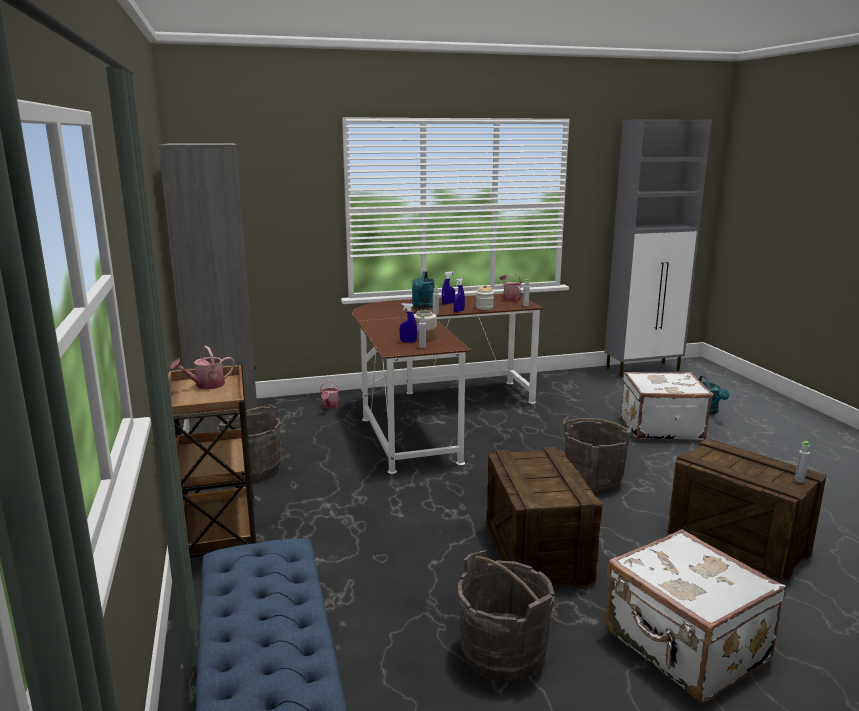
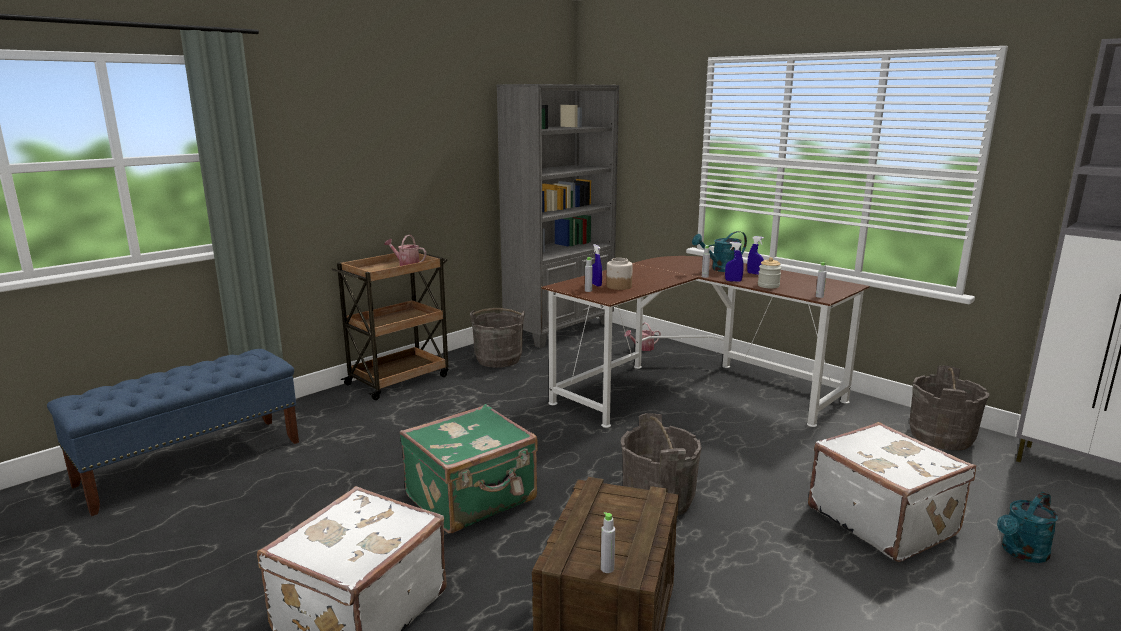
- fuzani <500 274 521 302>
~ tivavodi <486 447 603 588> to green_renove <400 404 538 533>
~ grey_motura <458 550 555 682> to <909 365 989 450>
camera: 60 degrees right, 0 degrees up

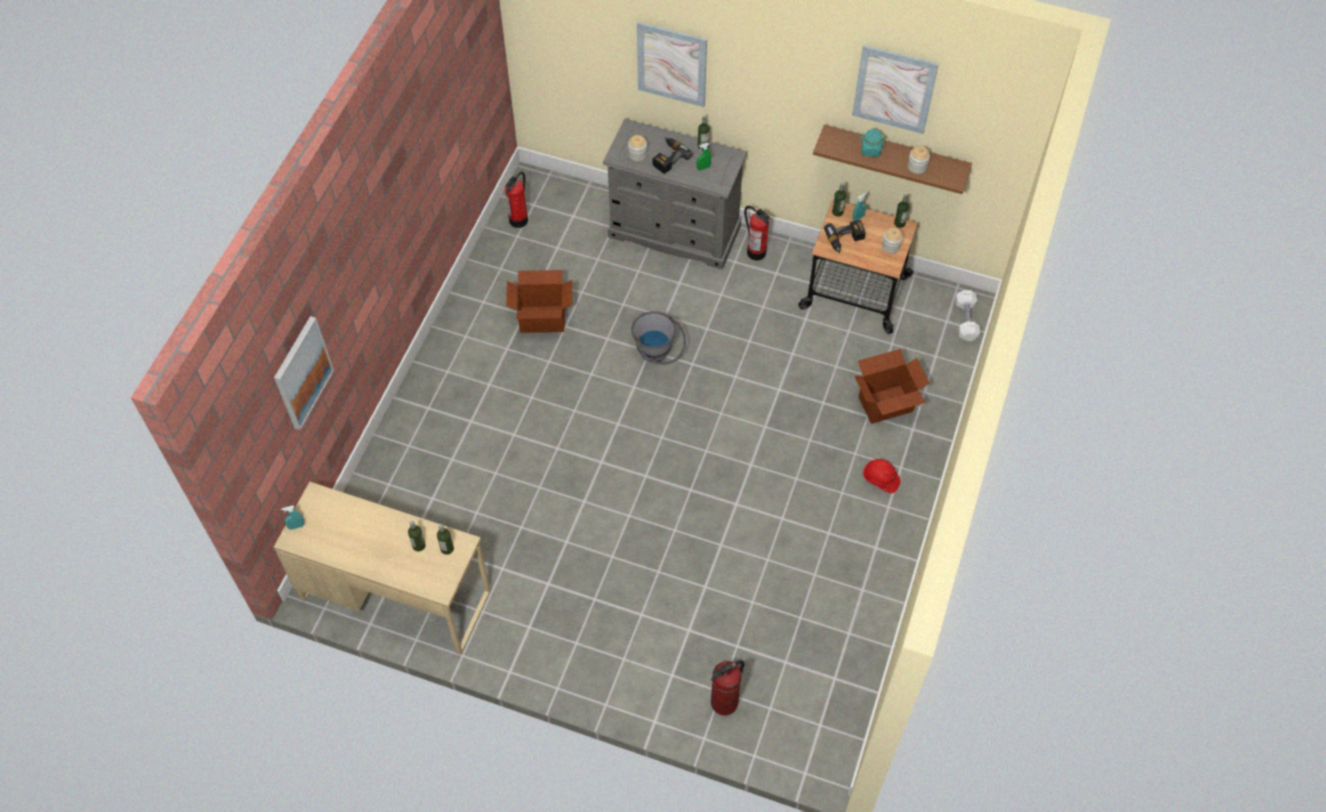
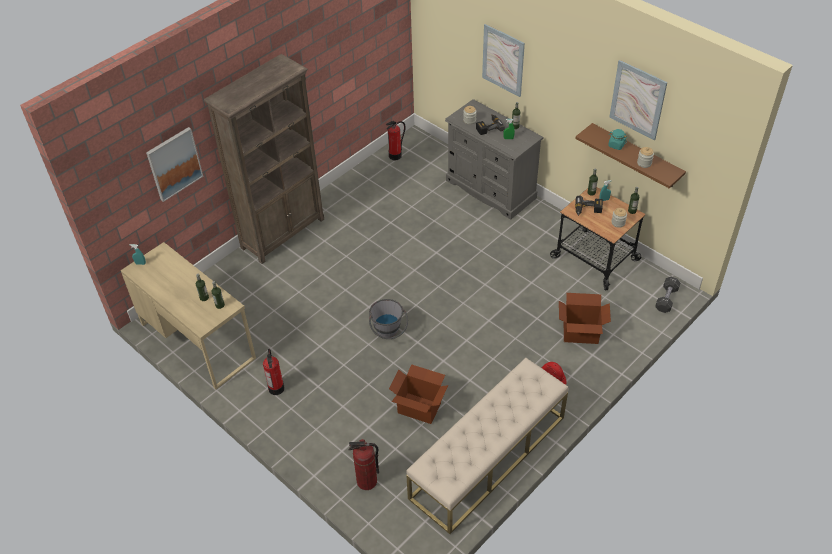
~ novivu <744 206 770 261> to <263 349 285 395>
~ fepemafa <506 270 572 333> to <389 364 448 424>
~ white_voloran <955 290 980 341> to black_voloran <655 277 680 313>
~ grey_motura <631 311 686 364> to <369 299 408 339>
+ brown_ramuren <204 54 324 264>
+ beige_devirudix <406 358 568 534>
camera: 25 degrees right, 10 degrees down

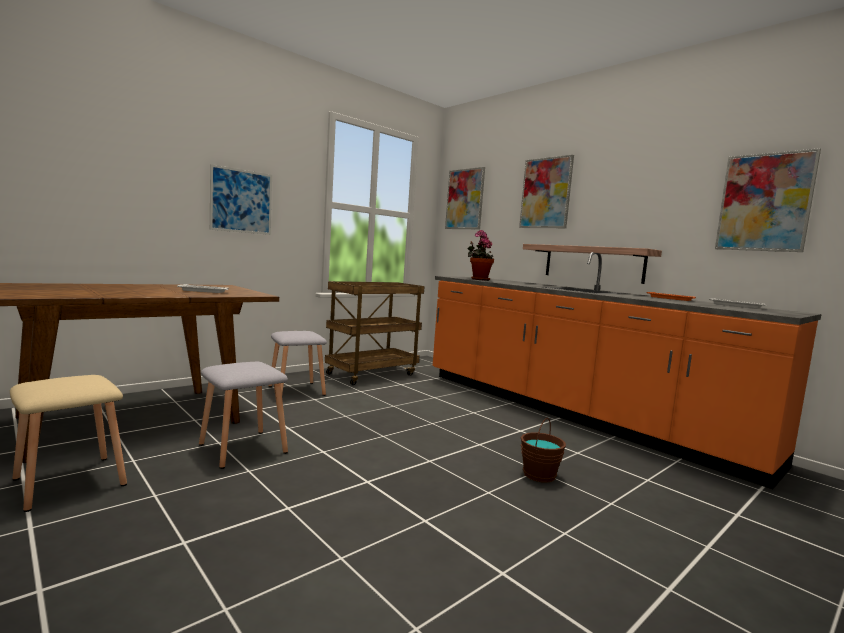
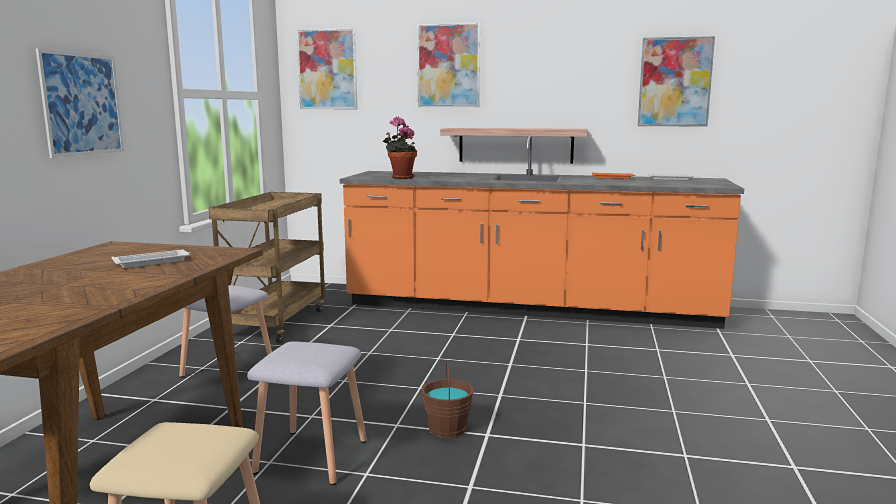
~ brown_motura <521 418 566 483> to <421 362 473 438>
camera: 35 degrees left, 5 degrees up

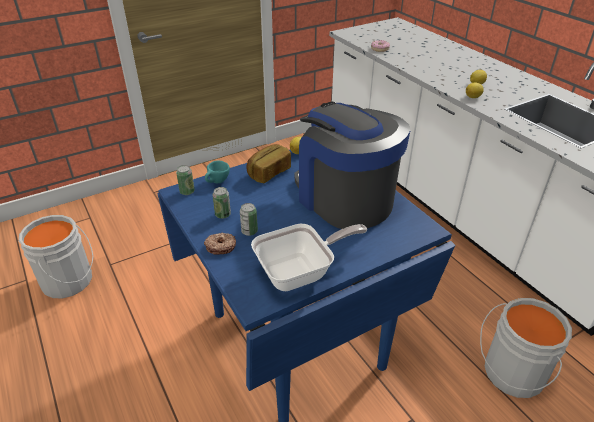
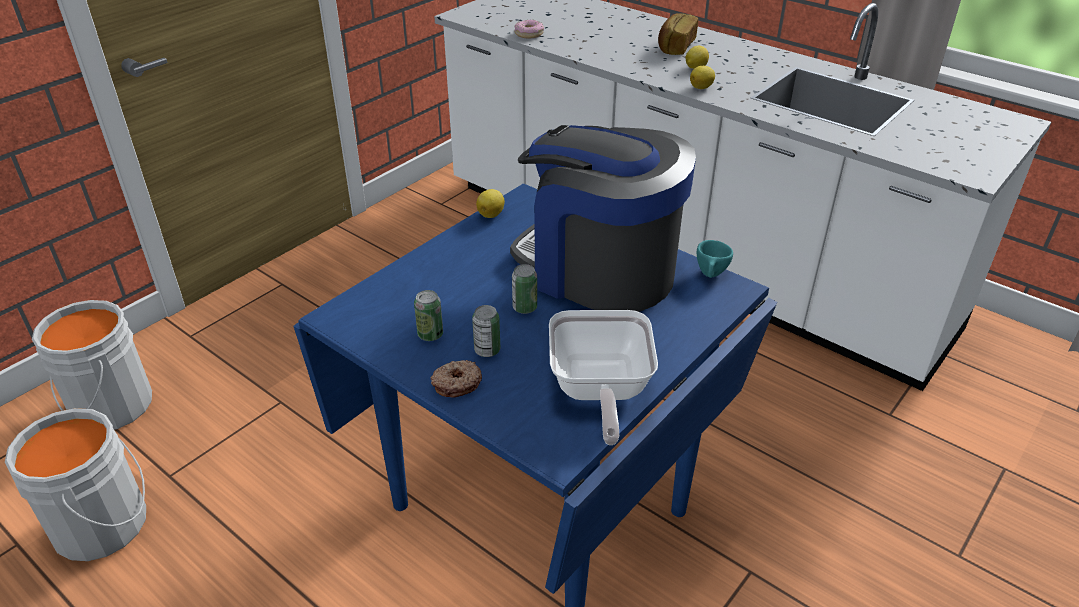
~ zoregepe <246 144 291 184> to <658 13 698 55>
~ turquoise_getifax <205 160 230 183> to <697 240 733 278>
~ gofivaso <176 165 195 195> to <512 264 537 314>
~ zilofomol <251 224 367 291> = <549 310 658 445> 135 degrees clockwise
~ grey_motura <480 298 572 398> to <32 300 152 430>
camera: 20 degrees left, 0 degrees up

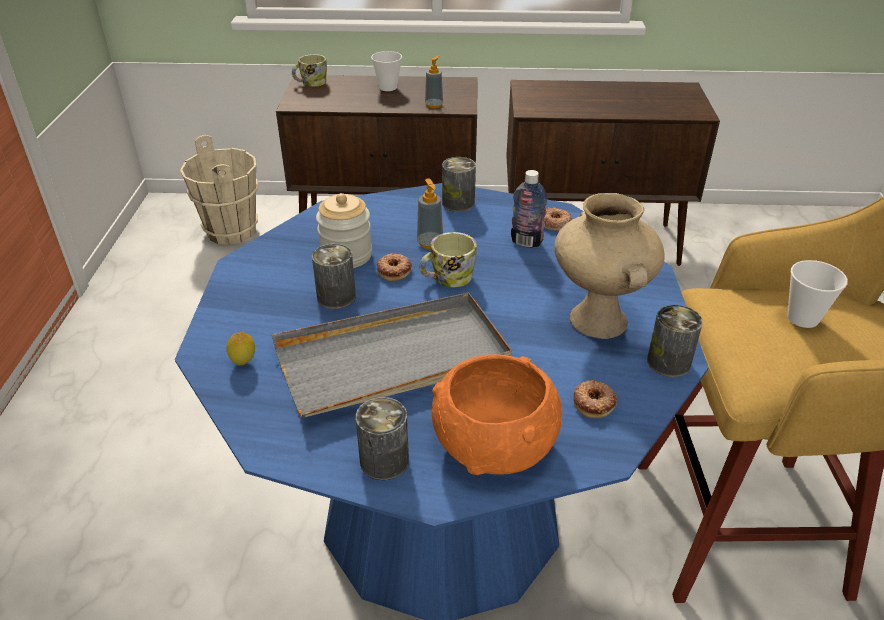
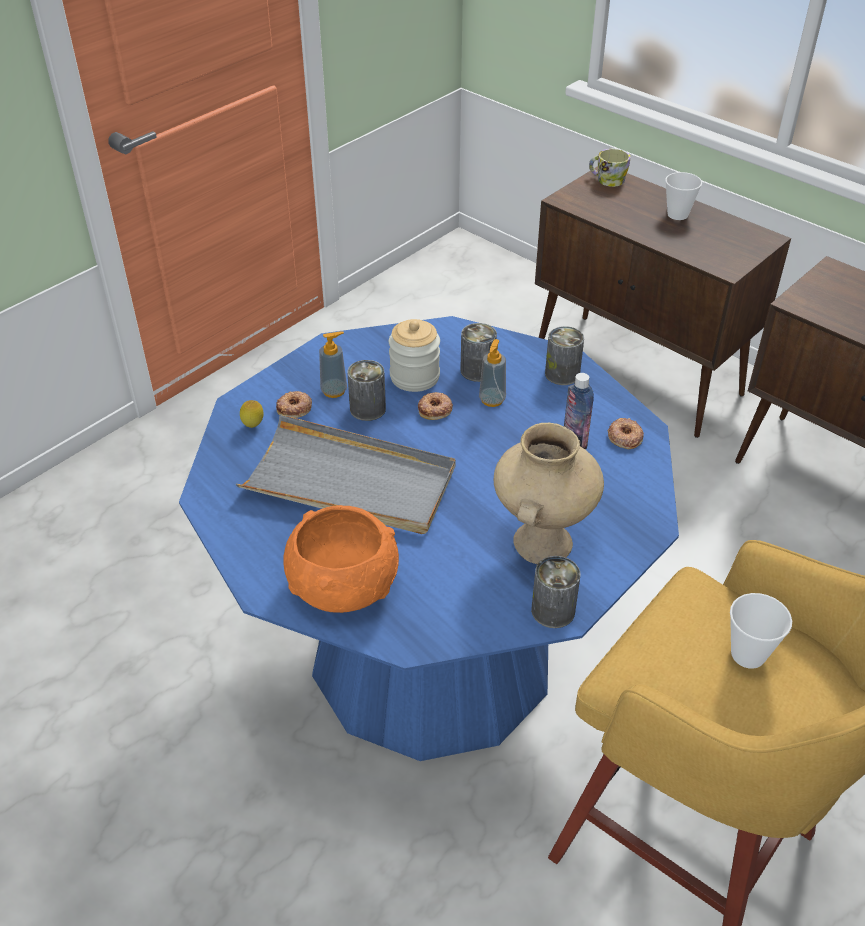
~ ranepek <425 56 443 108> to <319 331 347 398>
- beige_motura <180 135 259 245>
- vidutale <419 232 477 287>
~ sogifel <573 380 617 418> to <276 391 312 418>
~ gofivaso <356 397 409 480> to <460 323 497 382>
camera: 40 degrees right, 5 degrees up

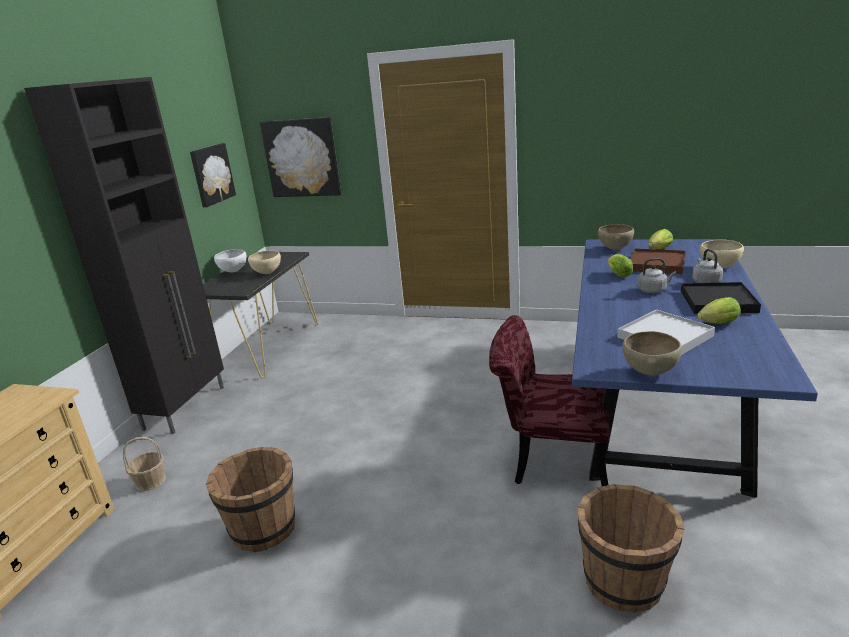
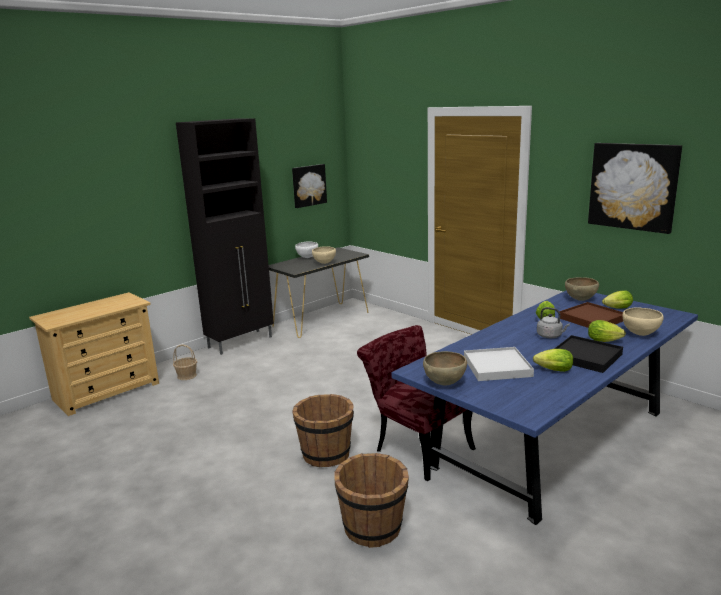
~ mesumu <260 117 341 197> to <588 143 682 234>
~ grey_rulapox <692 249 723 283> to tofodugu <588 320 626 342>
~ brown_motura <206 447 295 552> to <292 394 354 467>
camera: 30 degrees right, 5 degrees down

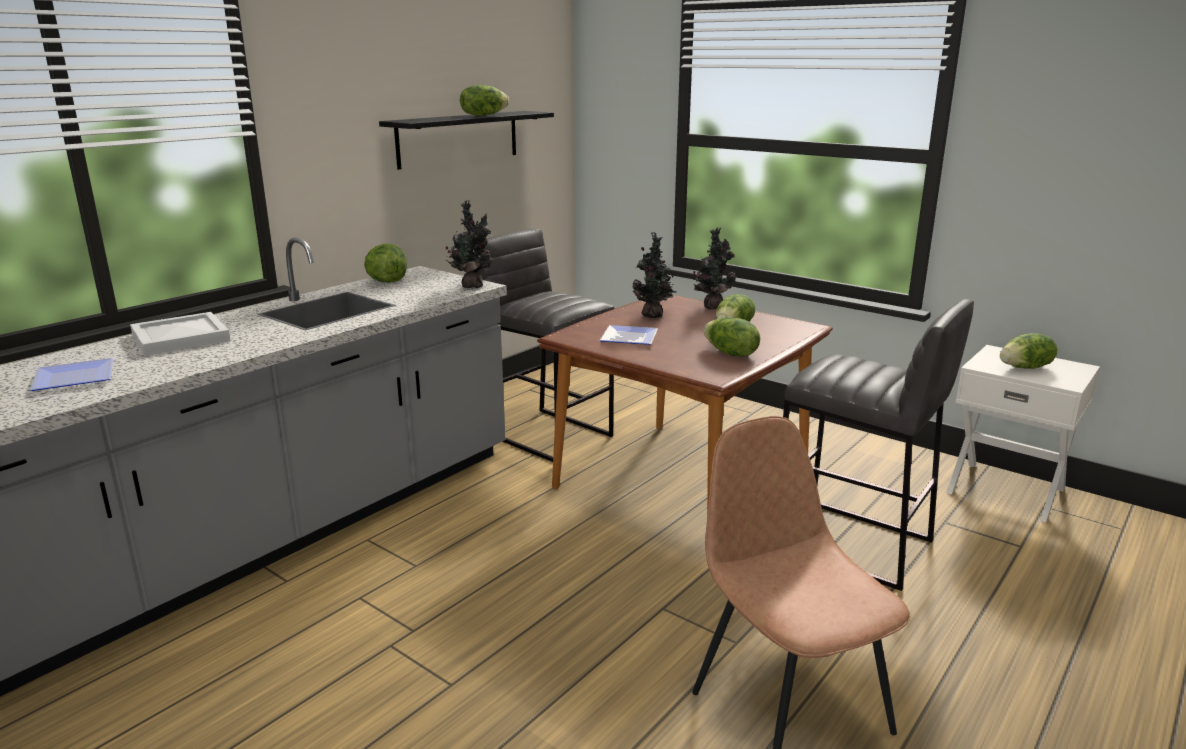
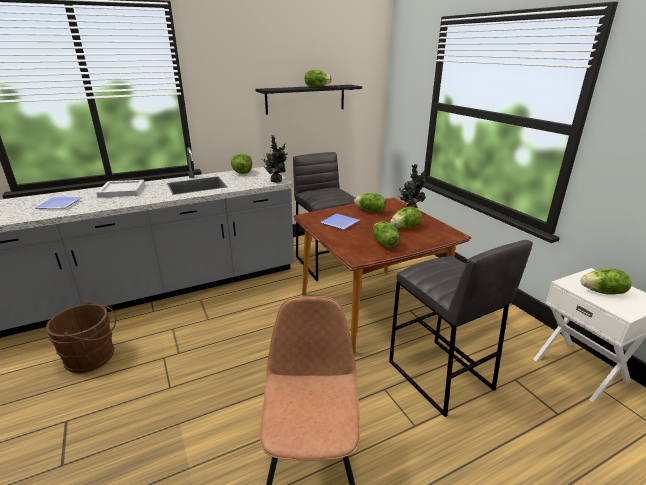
~ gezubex <632 232 677 318> to tofodugu <354 193 386 213>
+ brown_motura <46 301 116 373>
camera: 25 degrees right, 5 degrees up

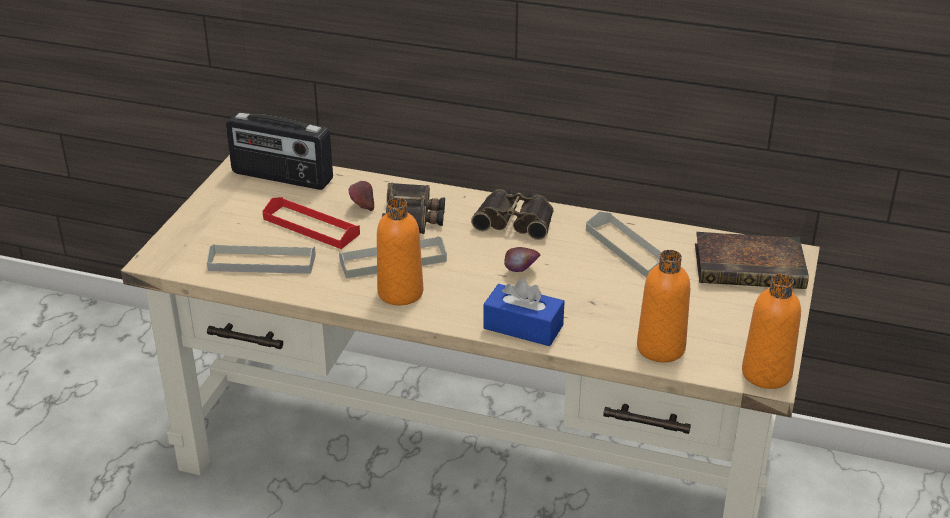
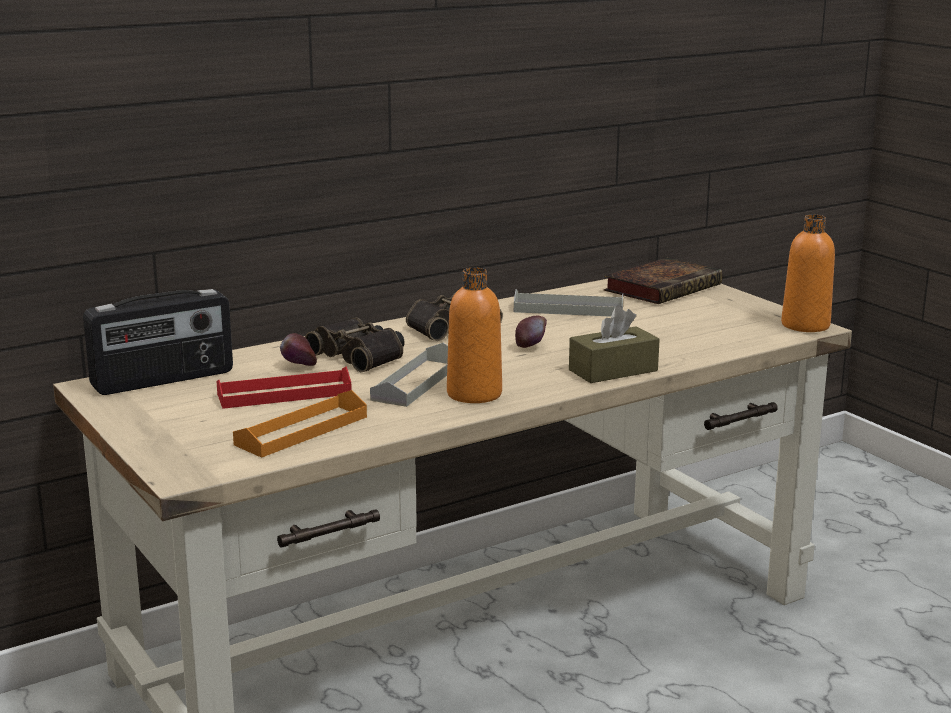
~ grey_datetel <207 244 316 274> to orange_datetel <233 390 367 458>
- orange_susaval <637 250 690 362>
~ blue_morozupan <483 278 565 346> to brown_morozupan <569 306 660 383>
camera: 50 degrees left, 15 degrees down

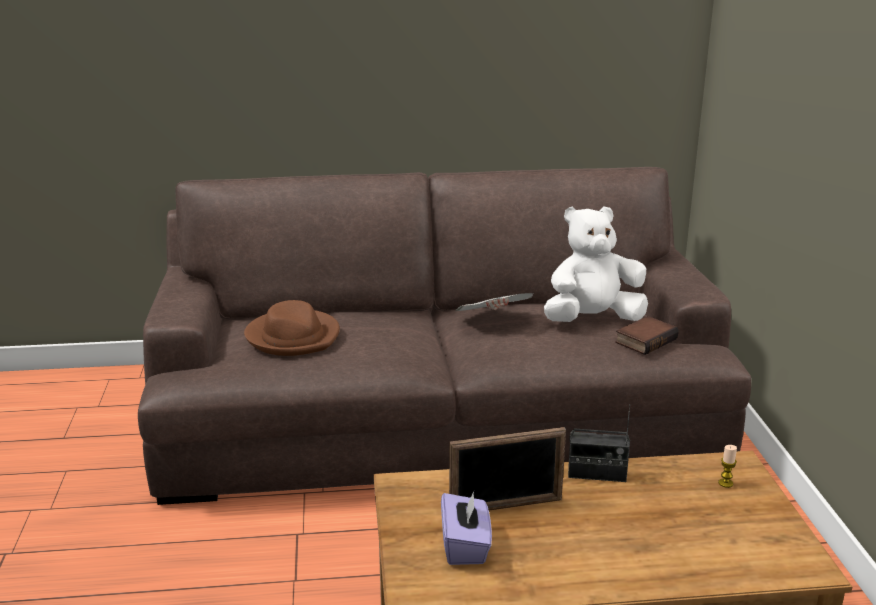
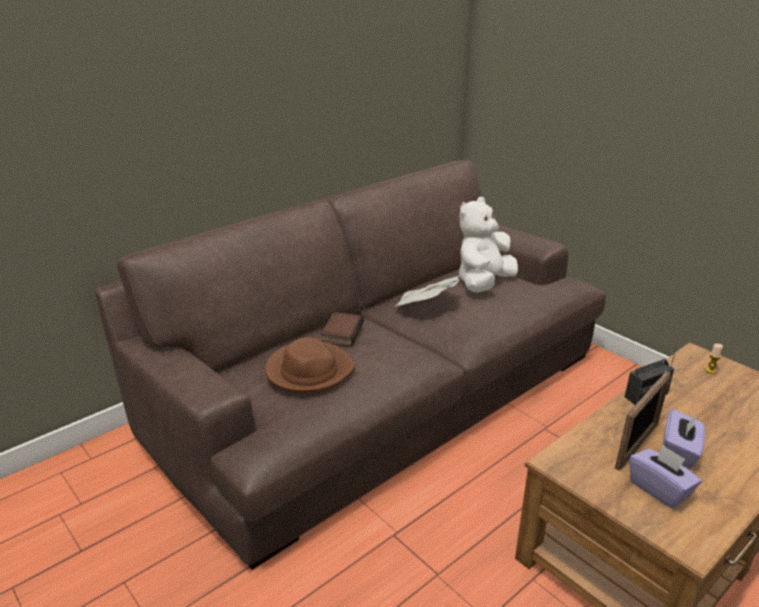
~ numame <615 316 679 355> to <321 312 364 347>
+ purple_morozupan <663 409 705 468>
camera: 35 degrees left, 5 degrees up

